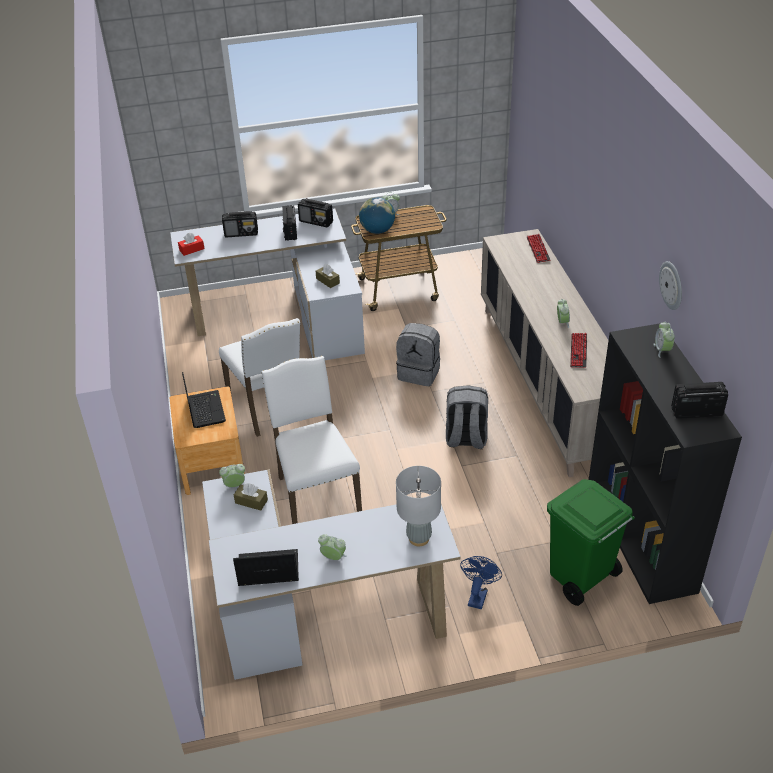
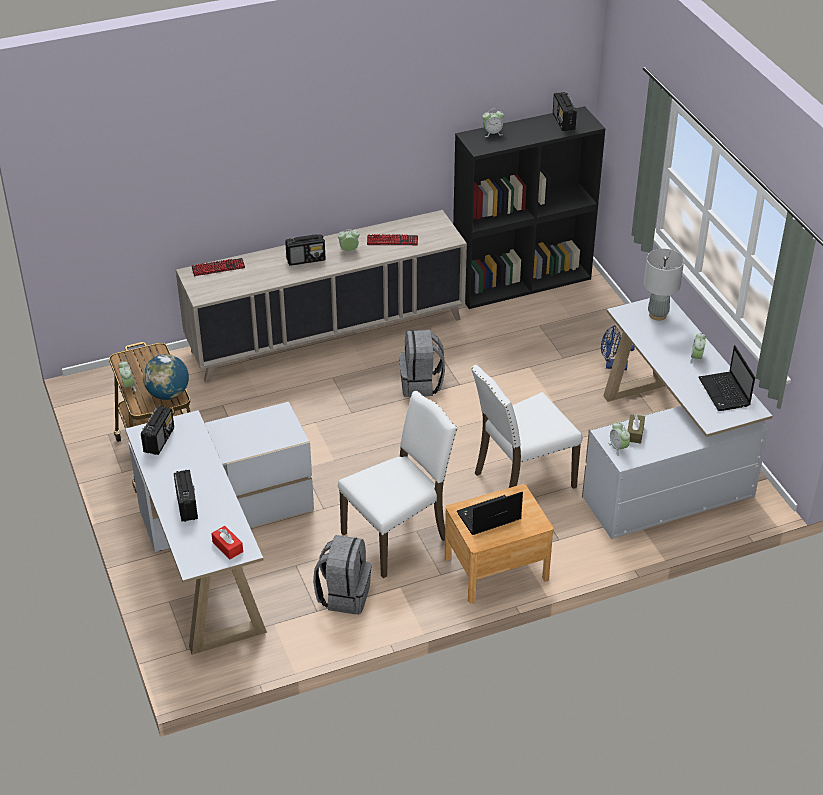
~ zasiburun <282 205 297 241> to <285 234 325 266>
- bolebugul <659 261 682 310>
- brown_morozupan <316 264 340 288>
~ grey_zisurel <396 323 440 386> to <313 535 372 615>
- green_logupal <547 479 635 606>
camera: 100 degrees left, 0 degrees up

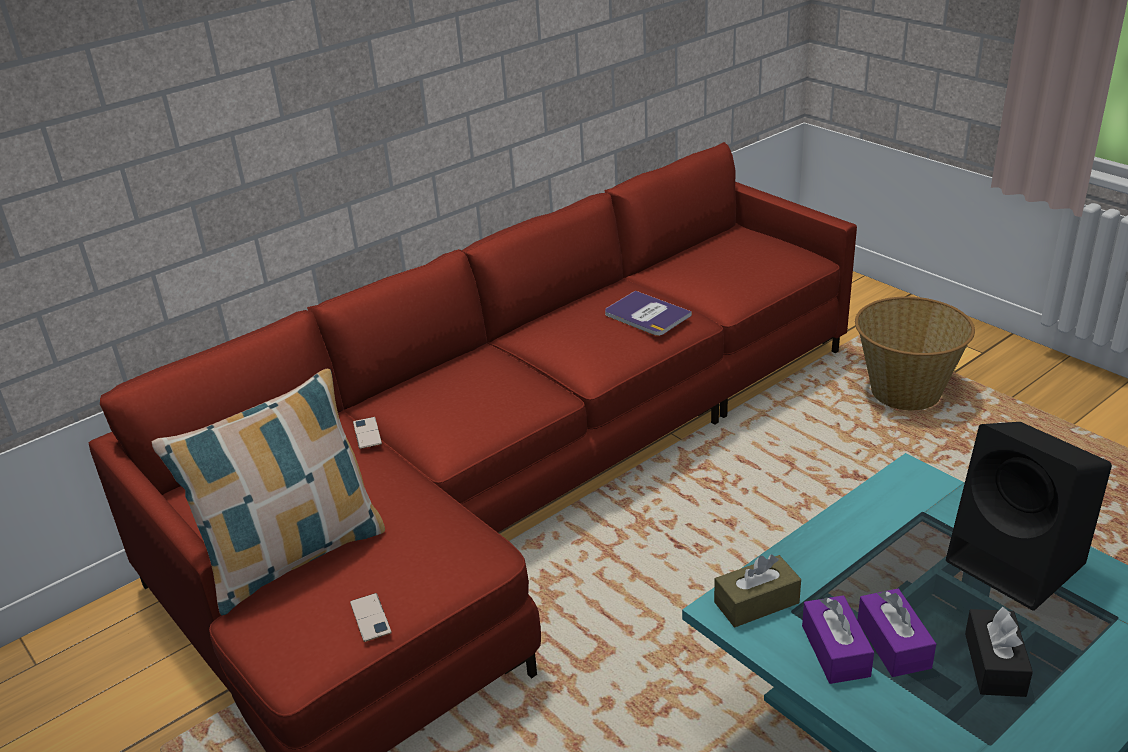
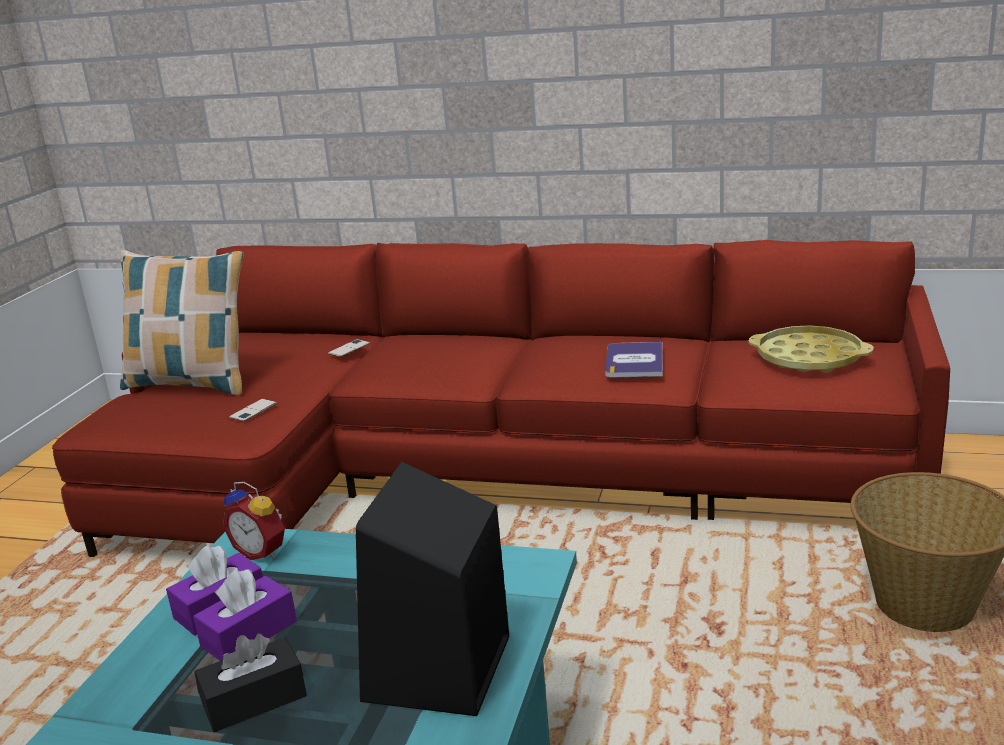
~ brown_morozupan <714 555 801 627> to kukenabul <223 482 285 560>
~ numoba <350 593 392 642> to <229 399 277 422>
+ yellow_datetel <749 326 874 373>
camera: 55 degrees right, 10 degrees down

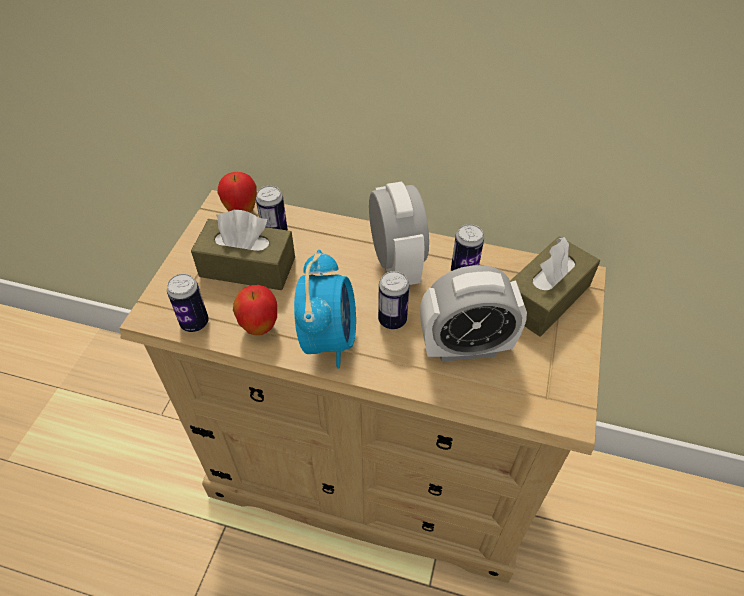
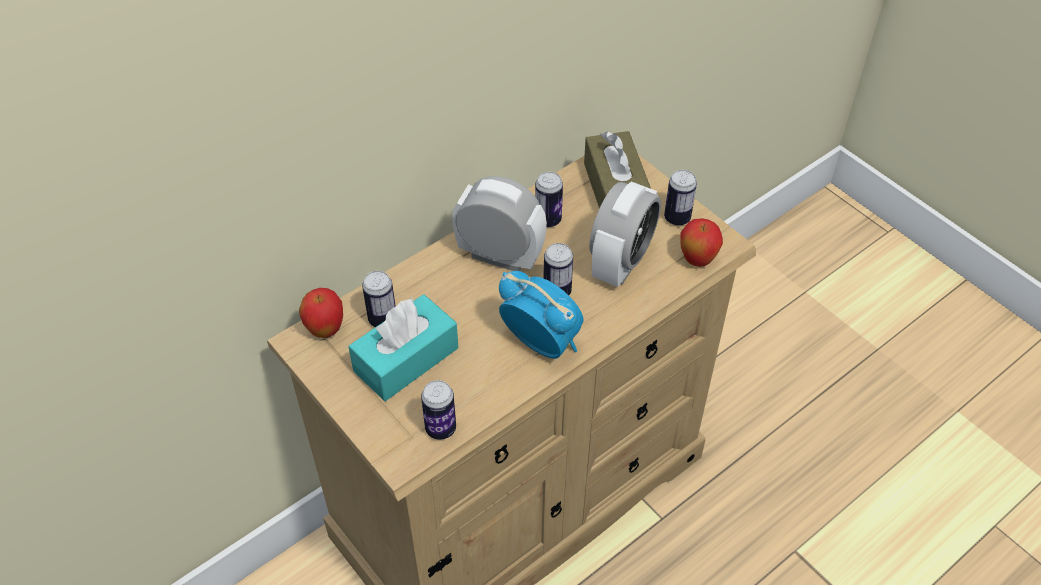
~ brown_morozupan <191 210 295 290> to turquoise_morozupan <348 294 458 401>
~ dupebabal <233 285 277 335> to <680 218 723 267>
+ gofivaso <664 170 697 226>
camera: 55 degrees left, 0 degrees up

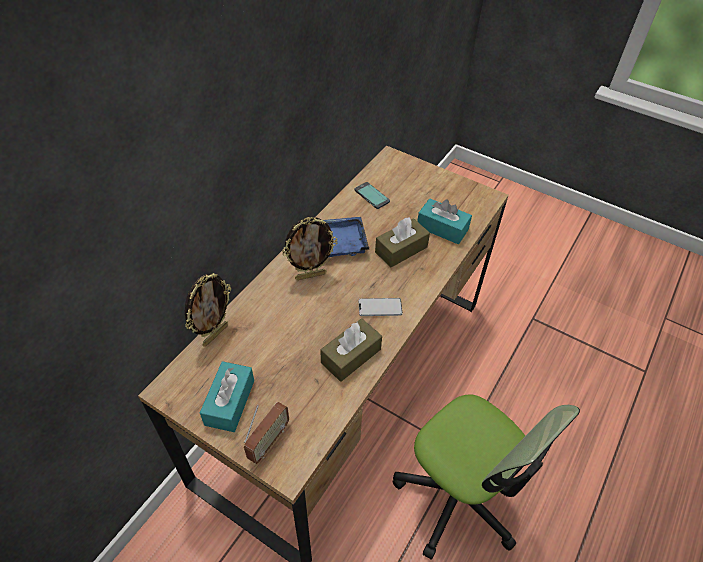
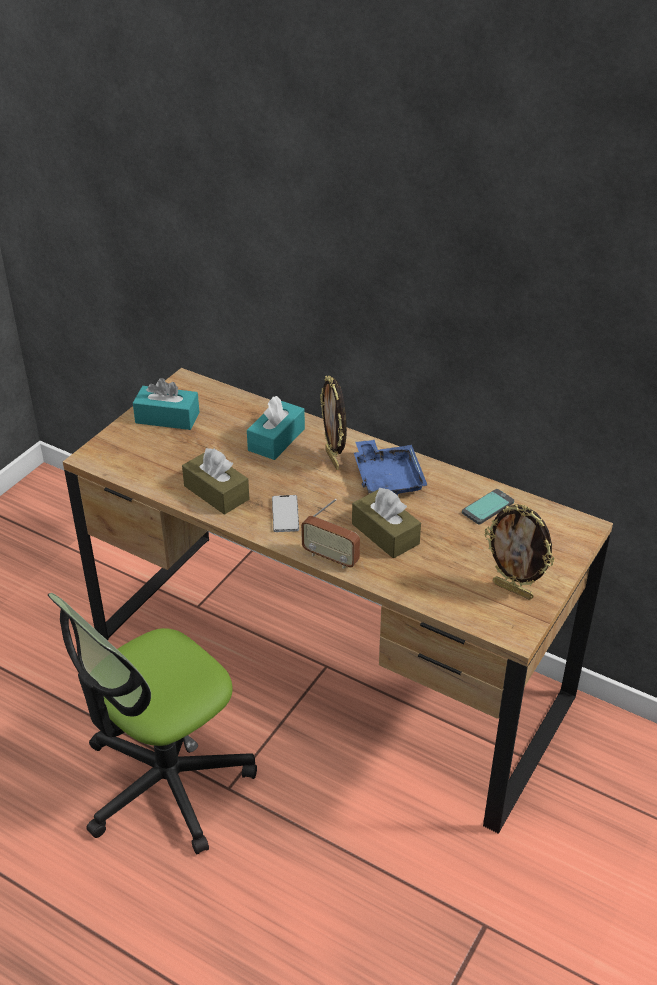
~ turquoise_morozupan <417 198 472 244> to <247 396 305 460>
~ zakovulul <185 273 231 346> to <485 504 555 600>
~ zasiburun <244 402 289 464> to <301 499 360 569>
camera: 90 degrees right, 10 degrees down

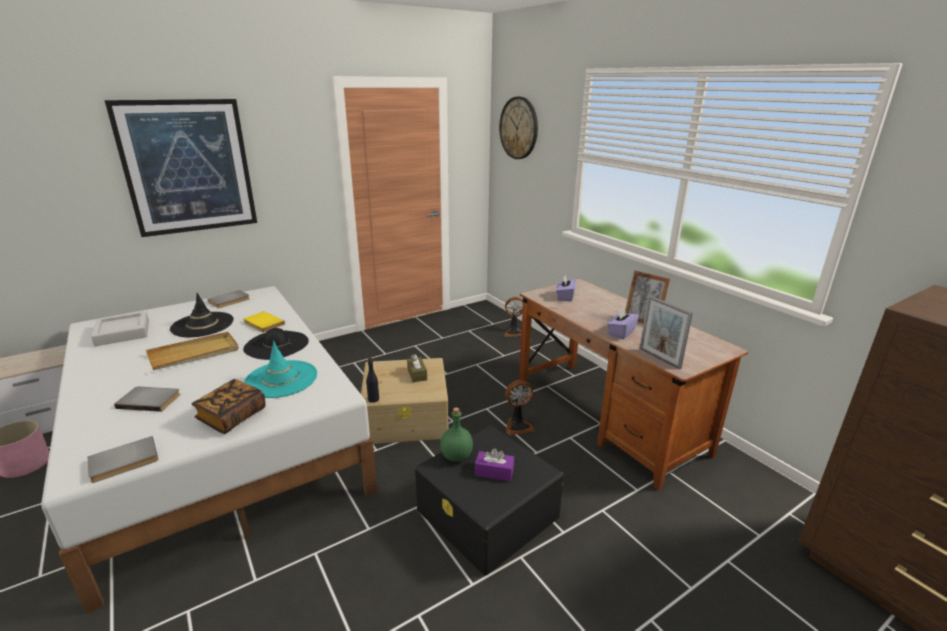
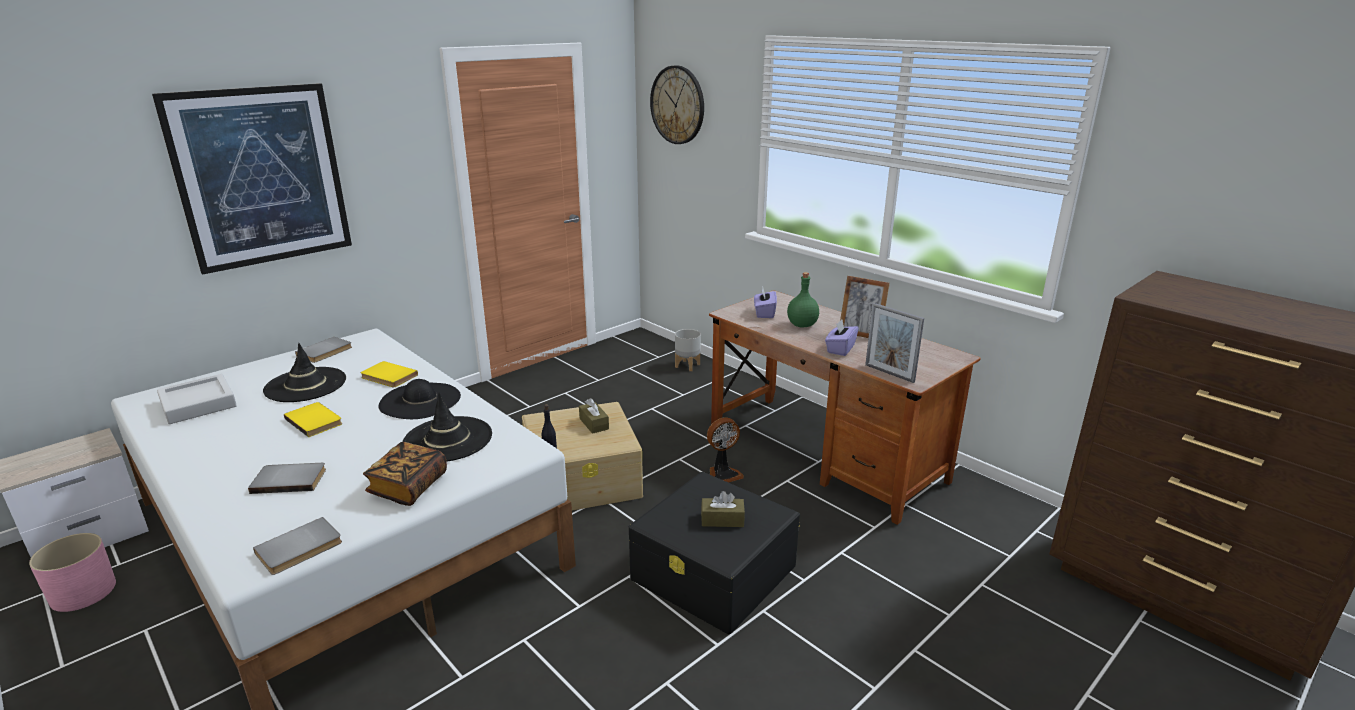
~ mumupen <504 297 523 337> to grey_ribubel <675 329 701 371>
~ beige_datetel <146 332 239 370> to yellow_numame <284 402 342 437>
~ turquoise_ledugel <244 341 317 398> to black_ledugel <402 392 492 462>
~ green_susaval <440 407 473 462> to <787 272 819 327>
~ purple_morozupan <475 448 514 481> to brown_morozupan <701 491 745 527>
camera: 10 degrees left, 0 degrees up

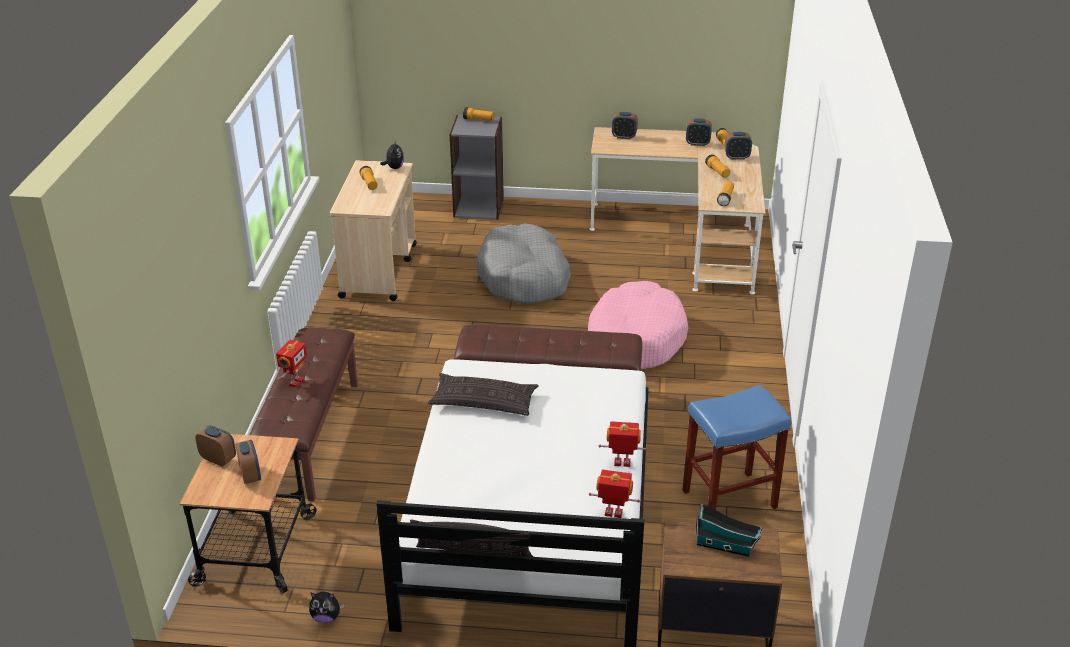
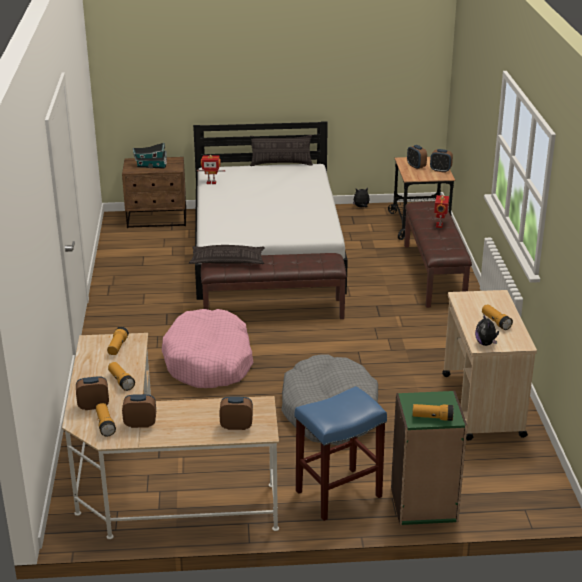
~ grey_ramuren <450 115 504 220> to green_ramuren <391 391 467 525>
~ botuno <428 373 539 416> to <189 245 265 264>
~ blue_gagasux <682 385 791 510> to <295 386 387 521>
- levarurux <599 421 648 467>
camera: 170 degrees right, 5 degrees down

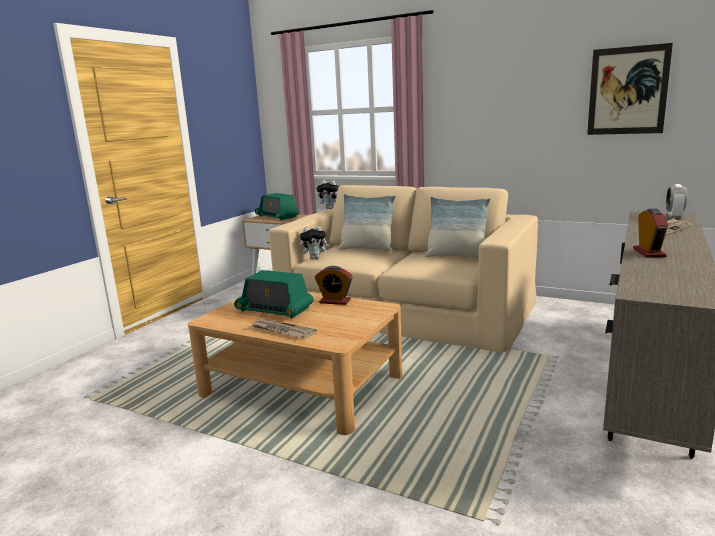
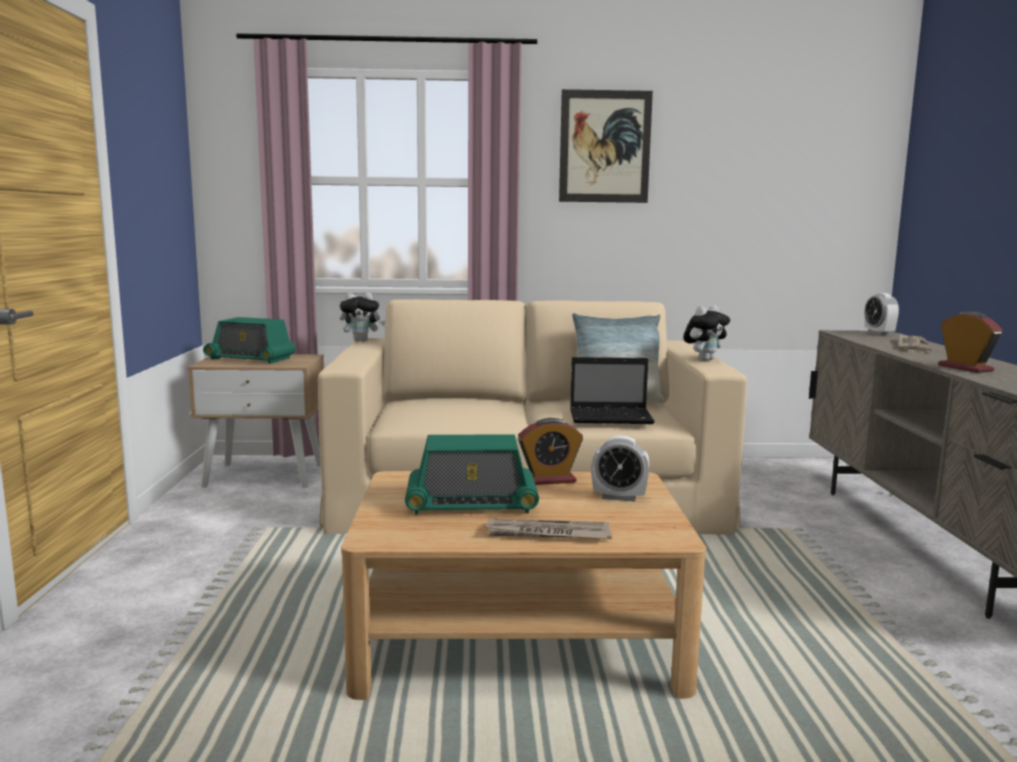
~ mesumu <587 43 673 135> to <559 89 653 203>
- botuno <338 194 396 251>
~ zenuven <300 226 330 259> to <683 305 730 361>
+ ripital <570 357 655 424>
+ kukenabul <591 436 649 502>
camera: 30 degrees left, 5 degrees down

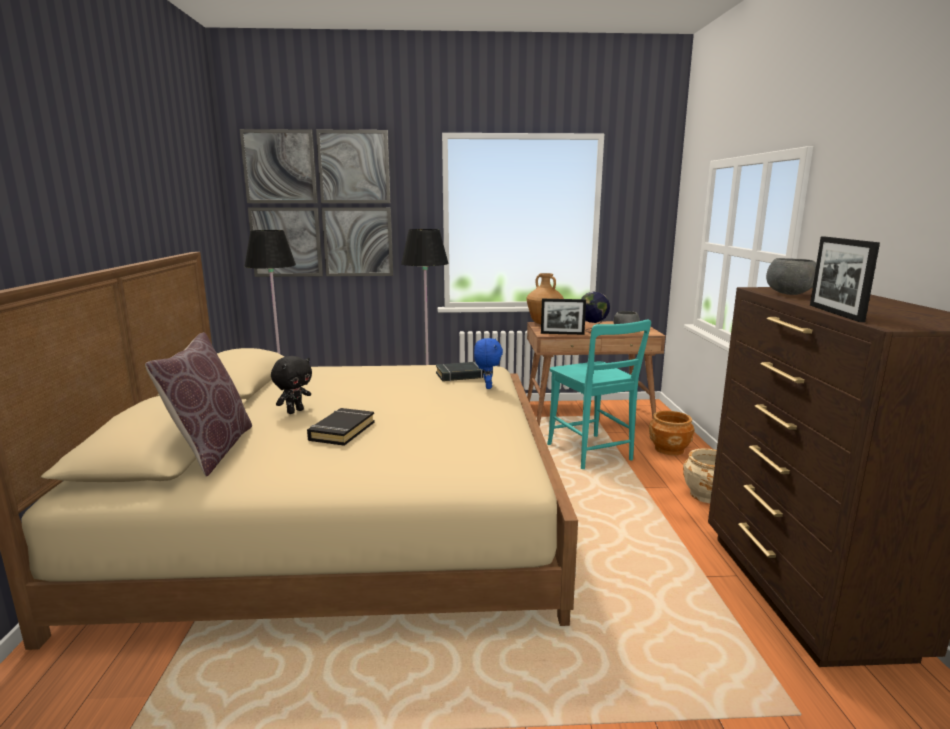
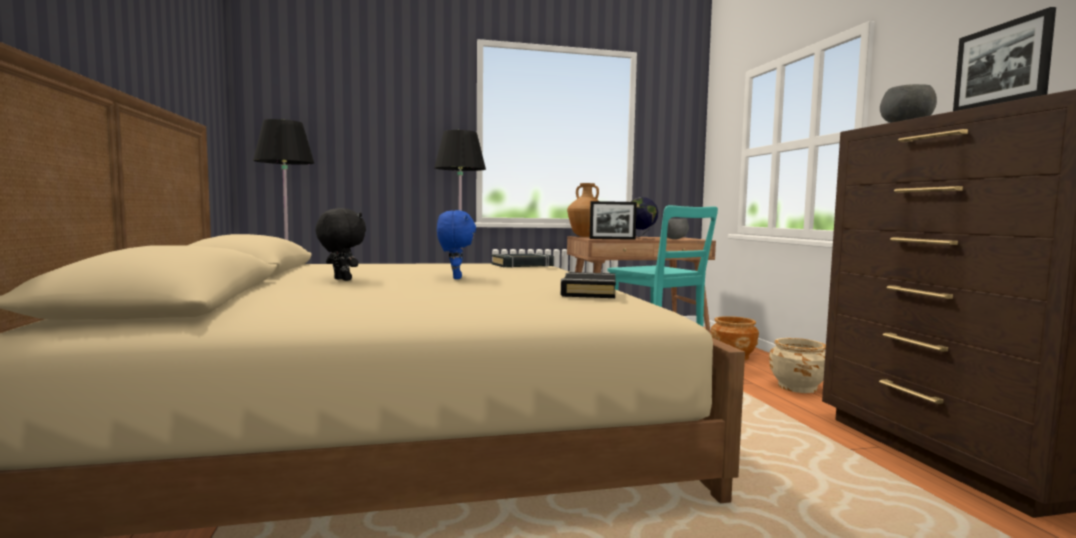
- mesumu <240 129 393 277>
- brown_botuno <145 332 252 477>
~ blue_zenuven <474 338 503 389> to <437 210 476 279>
~ black_zenuven <271 356 312 414> = <315 208 366 281> 75 degrees counterclockwise
~ black_numame <307 408 375 446> to <561 272 616 298>
camera: 10 degrees left, 10 degrees down

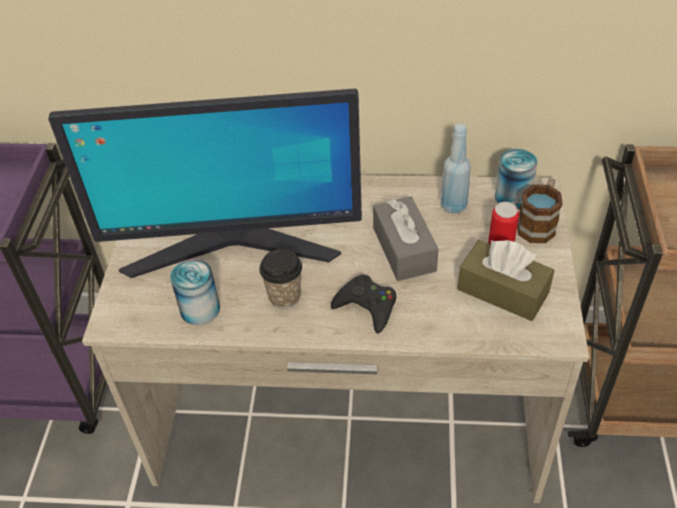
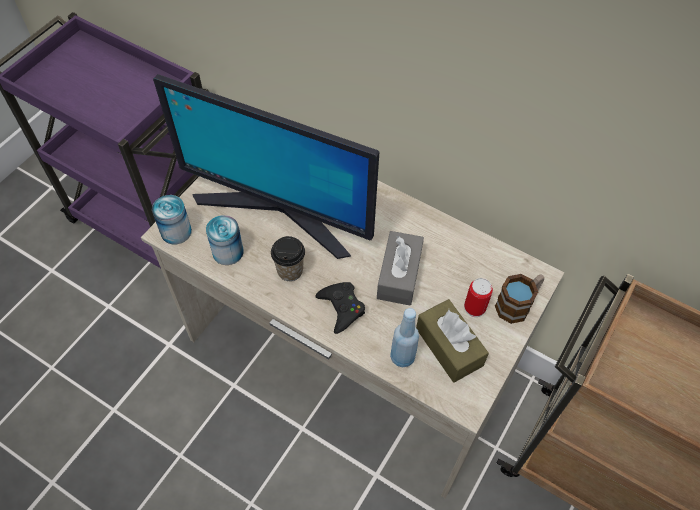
~ blue_susaval <441 124 471 214> to <390 308 419 367>
~ gofivaso <495 149 538 209> to <152 195 192 244>
camera: 25 degrees right, 10 degrees up

